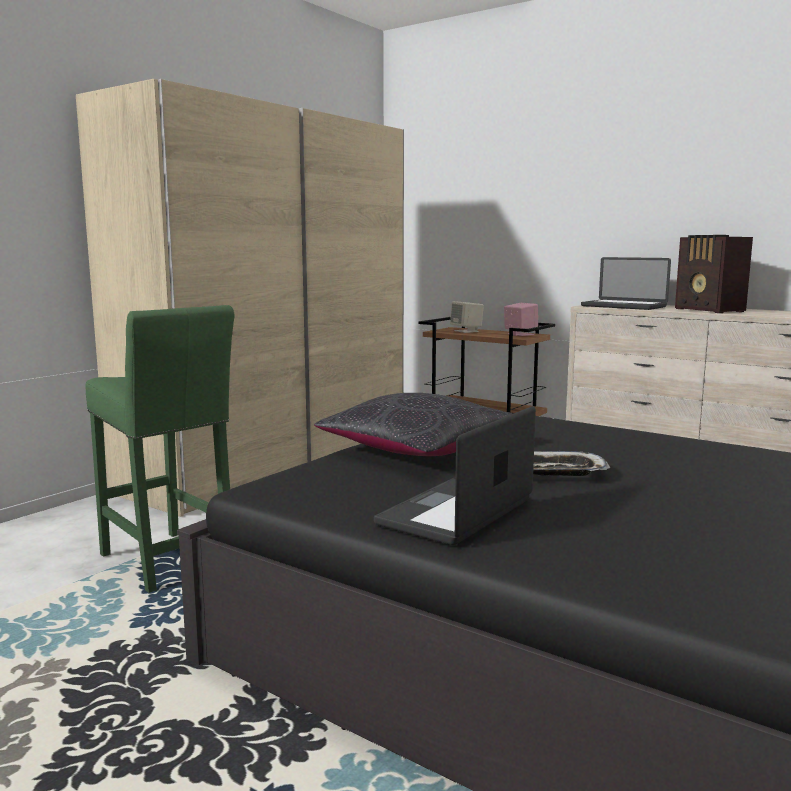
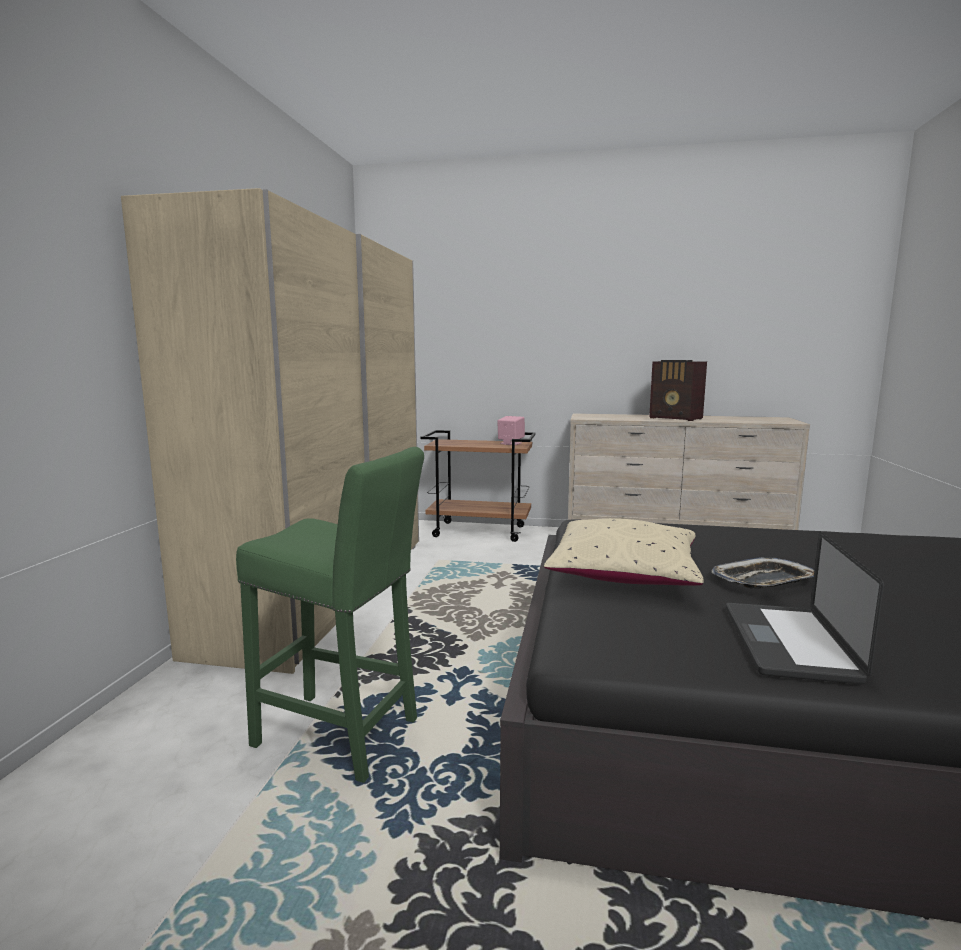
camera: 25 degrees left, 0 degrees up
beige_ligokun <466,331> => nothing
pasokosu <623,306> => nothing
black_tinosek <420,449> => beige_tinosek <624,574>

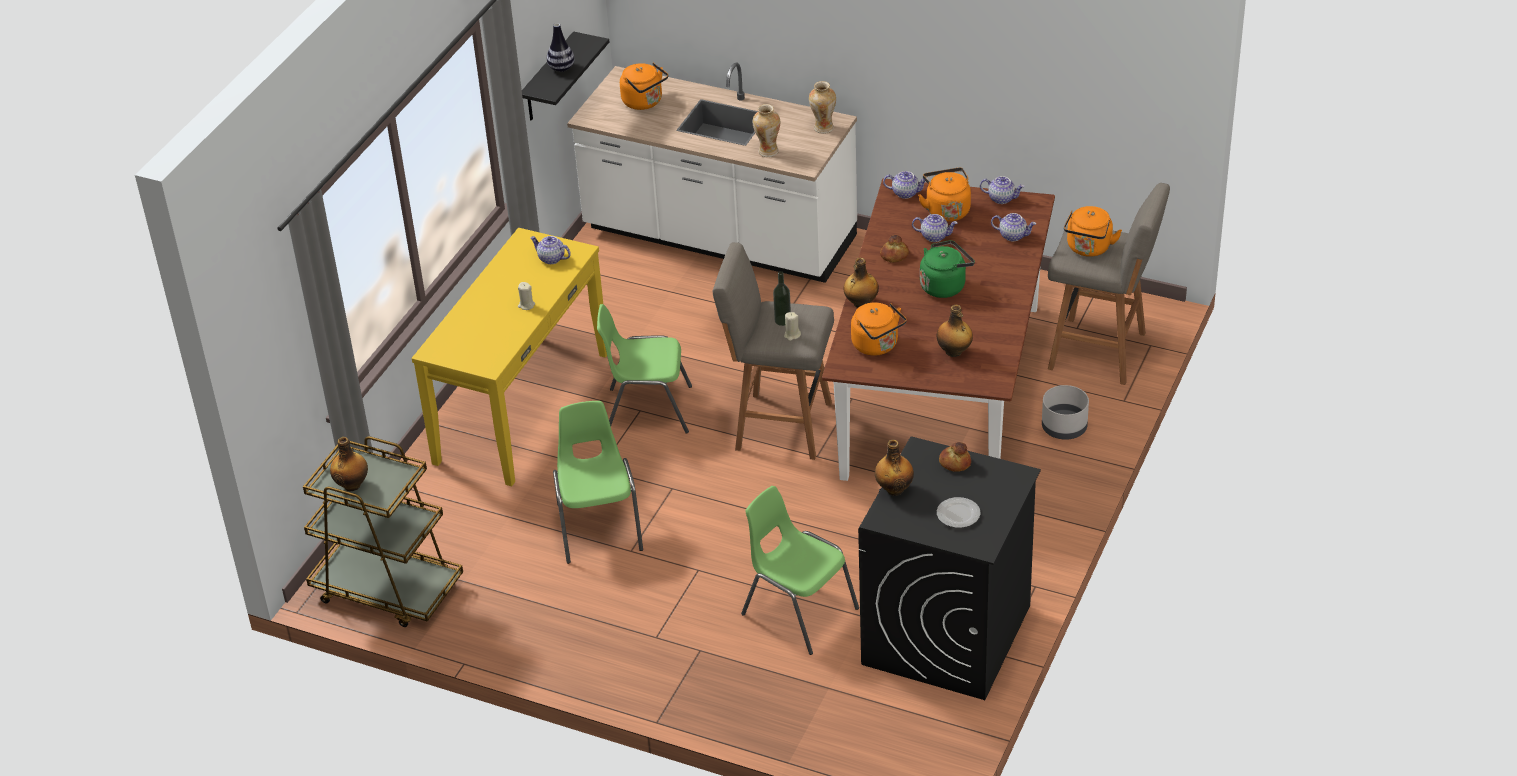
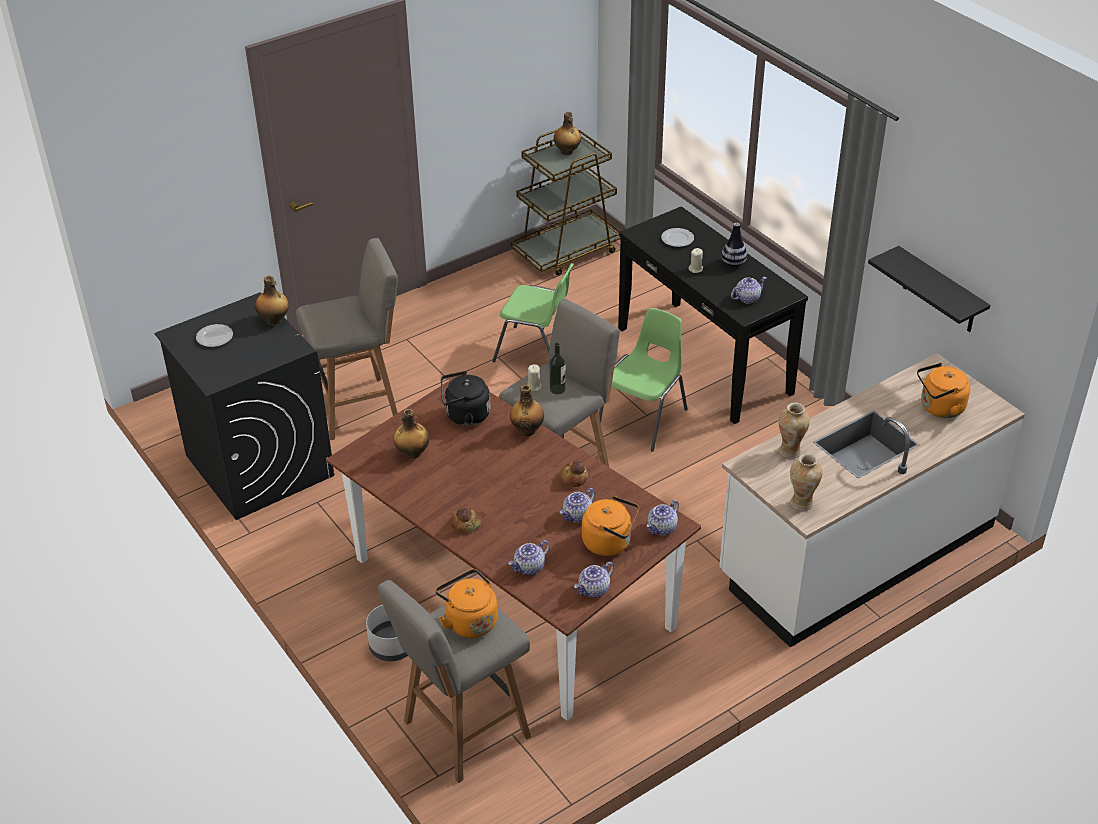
camera: 120 degrees right, 0 degrees up
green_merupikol <945,286> => nothing
nothing => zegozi <677,239>
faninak <561,68> => faninak <733,264>, moved
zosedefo <954,463> => zosedefo <466,523>, moved
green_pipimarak <798,611> => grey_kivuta <359,407>
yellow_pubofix <521,407> => black_pubofix <704,360>
orange_merupikol <877,346> => black_merupikol <465,415>

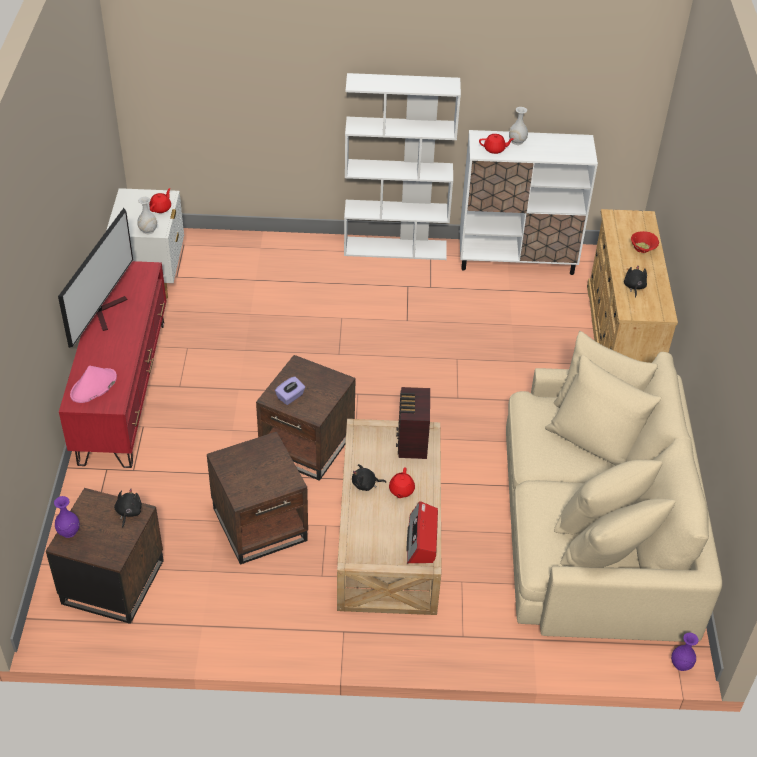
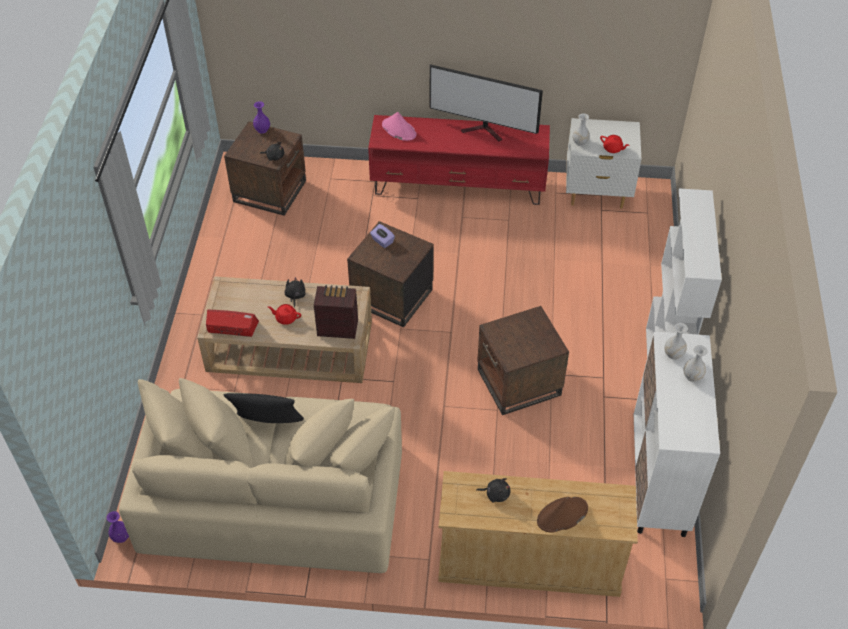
camera: 95 degrees right, 5 degrees up
nothing => black_tinosek <268,424>
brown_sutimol <260,524> => brown_sutimol <519,383>, moved
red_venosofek <495,149> => white_faninak <673,354>
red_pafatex <643,249> => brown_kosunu <562,515>

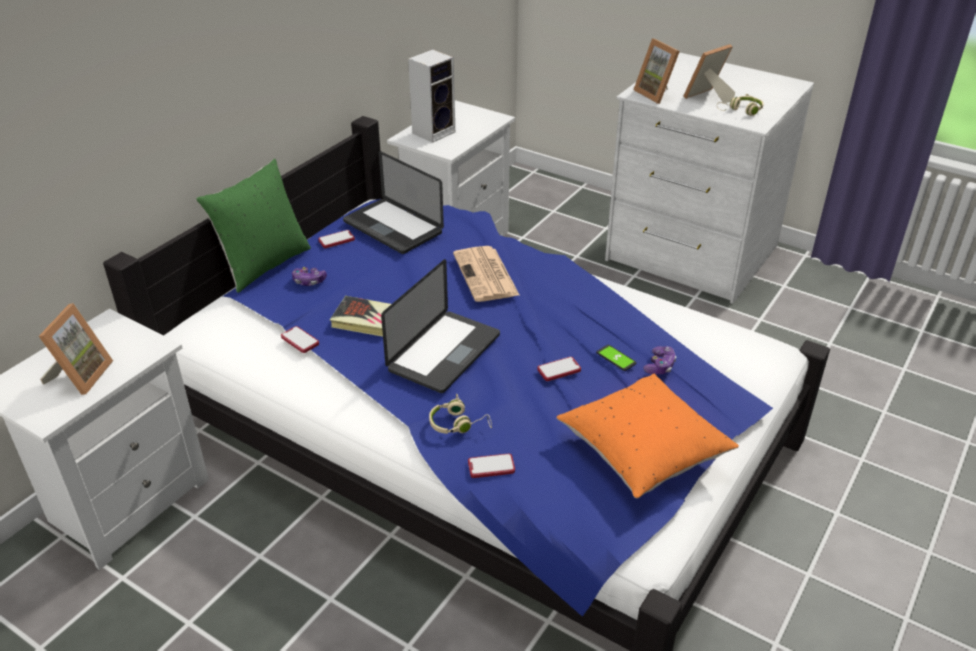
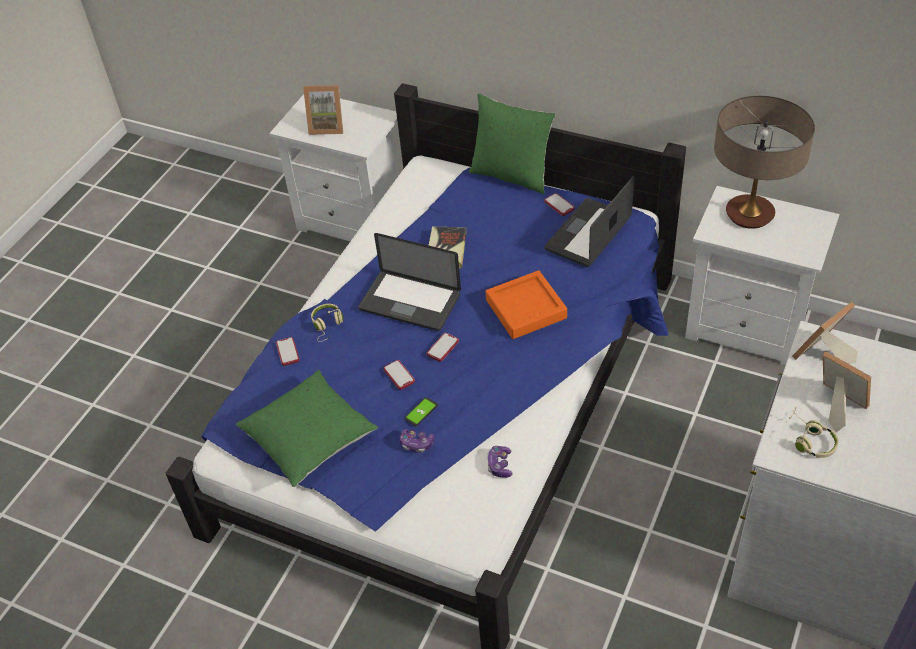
camera: 85 degrees right, 10 degrees up
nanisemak <300,340> => nanisemak <443,348>, moved
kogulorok <309,281> => kogulorok <500,465>, moved
ligokun <434,132> => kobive <749,214>
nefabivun <486,275> => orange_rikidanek <526,309>
orange_tinosek <643,452> => green_tinosek <310,439>

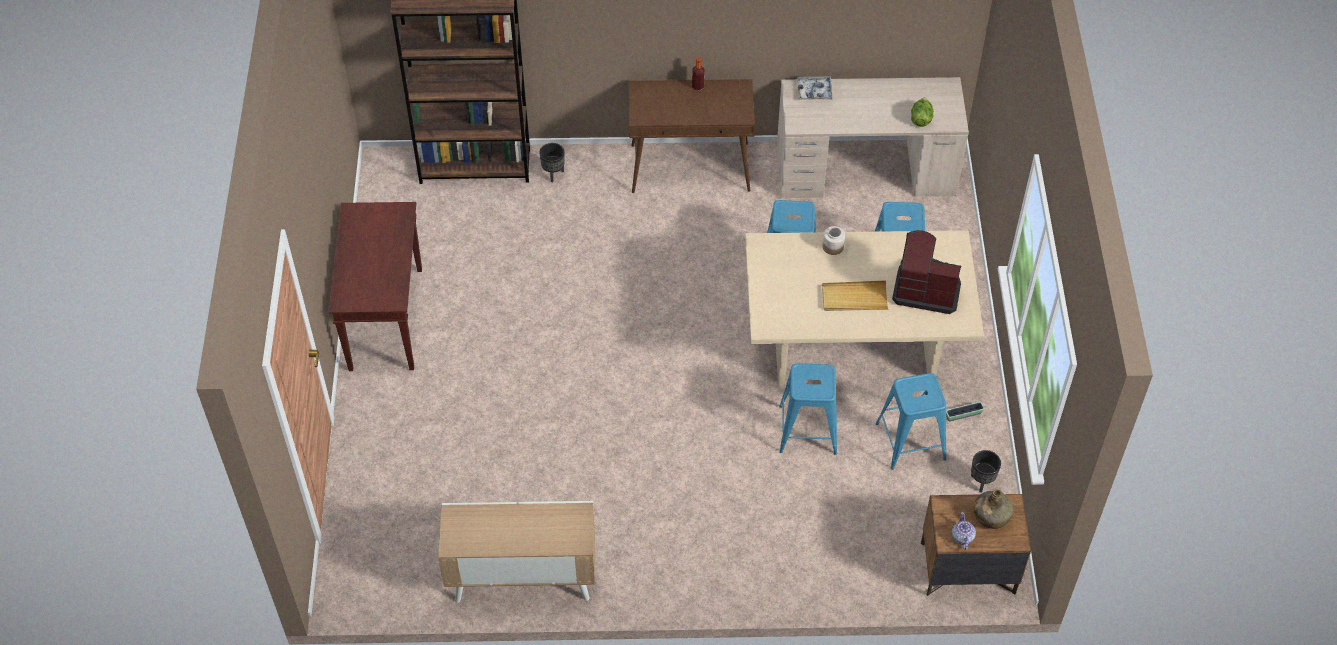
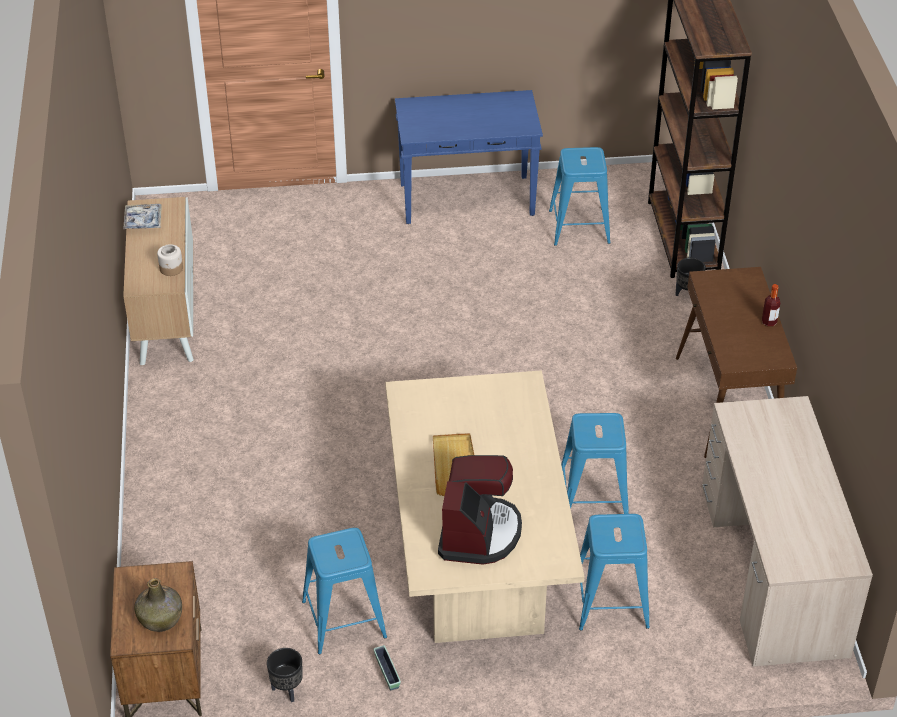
camera: 85 degrees right, 10 degrees down
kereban <921,119> => nothing
venosofek <962,537> => nothing
blue_kivuta <808,429> => blue_kivuta <579,227>, moved
rikidanek <814,91> => rikidanek <143,221>, moved
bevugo <833,246> => bevugo <171,268>, moved
brown_pubofix <385,318> => blue_pubofix <468,199>

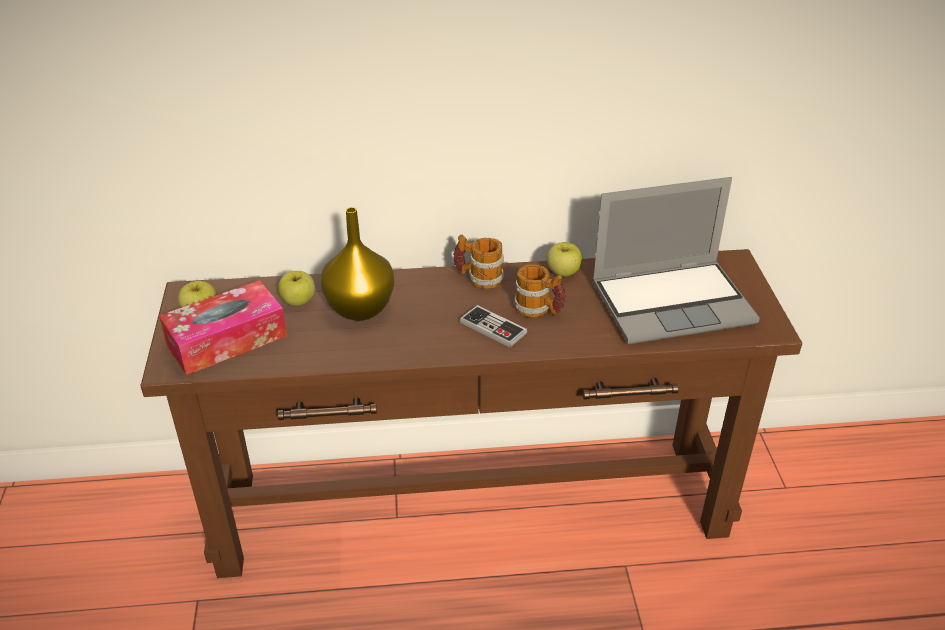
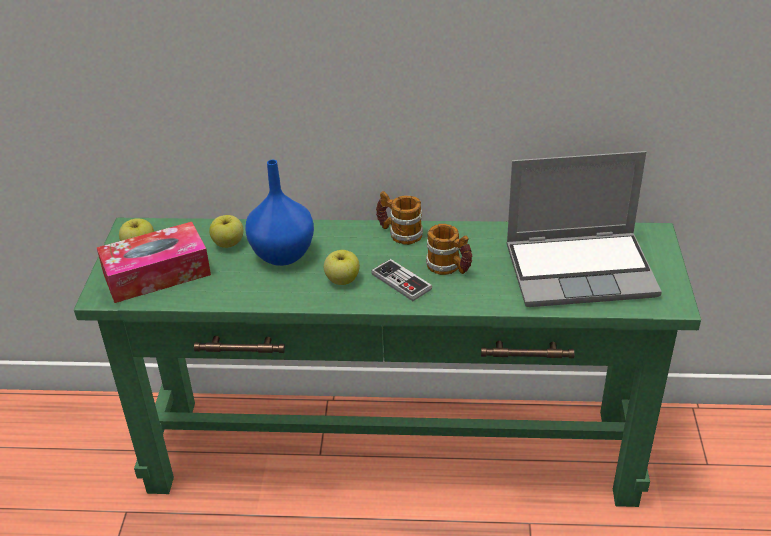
camera: 10 degrees right, 0 degrees up
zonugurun <563,272> => zonugurun <342,280>, moved
brown_pubofix <472,506> => green_pubofix <392,452>
yellow_faninak <361,308> => blue_faninak <284,254>

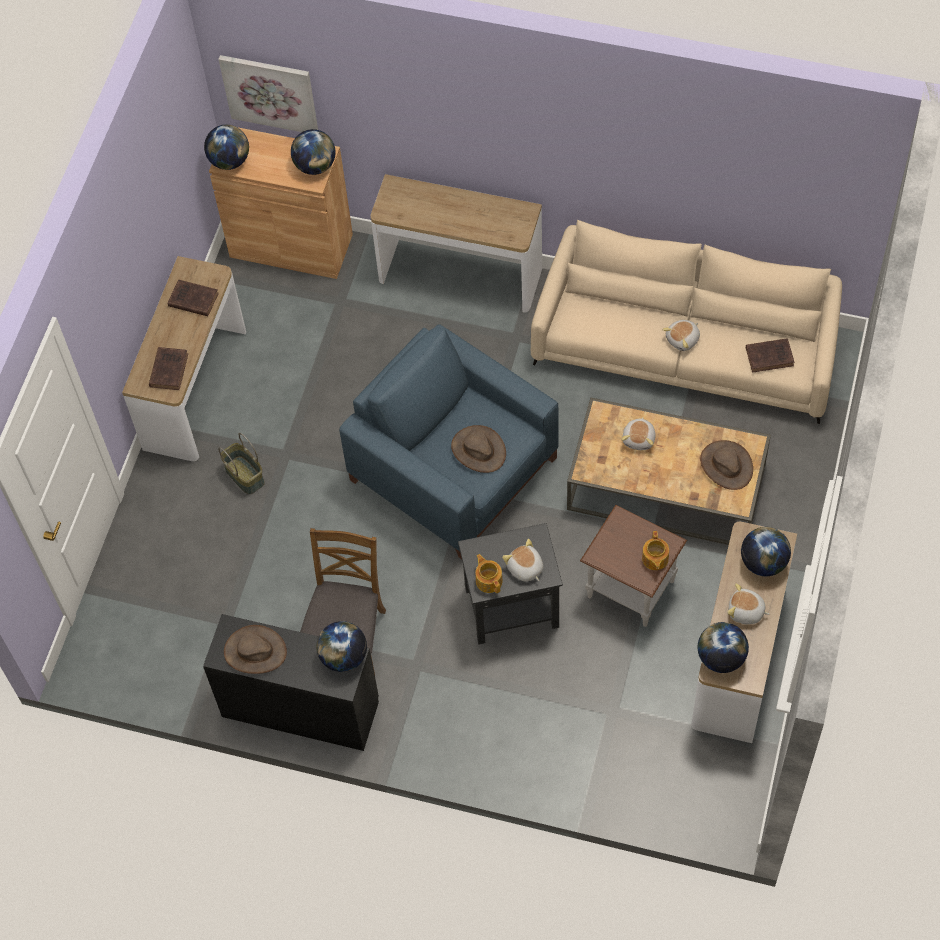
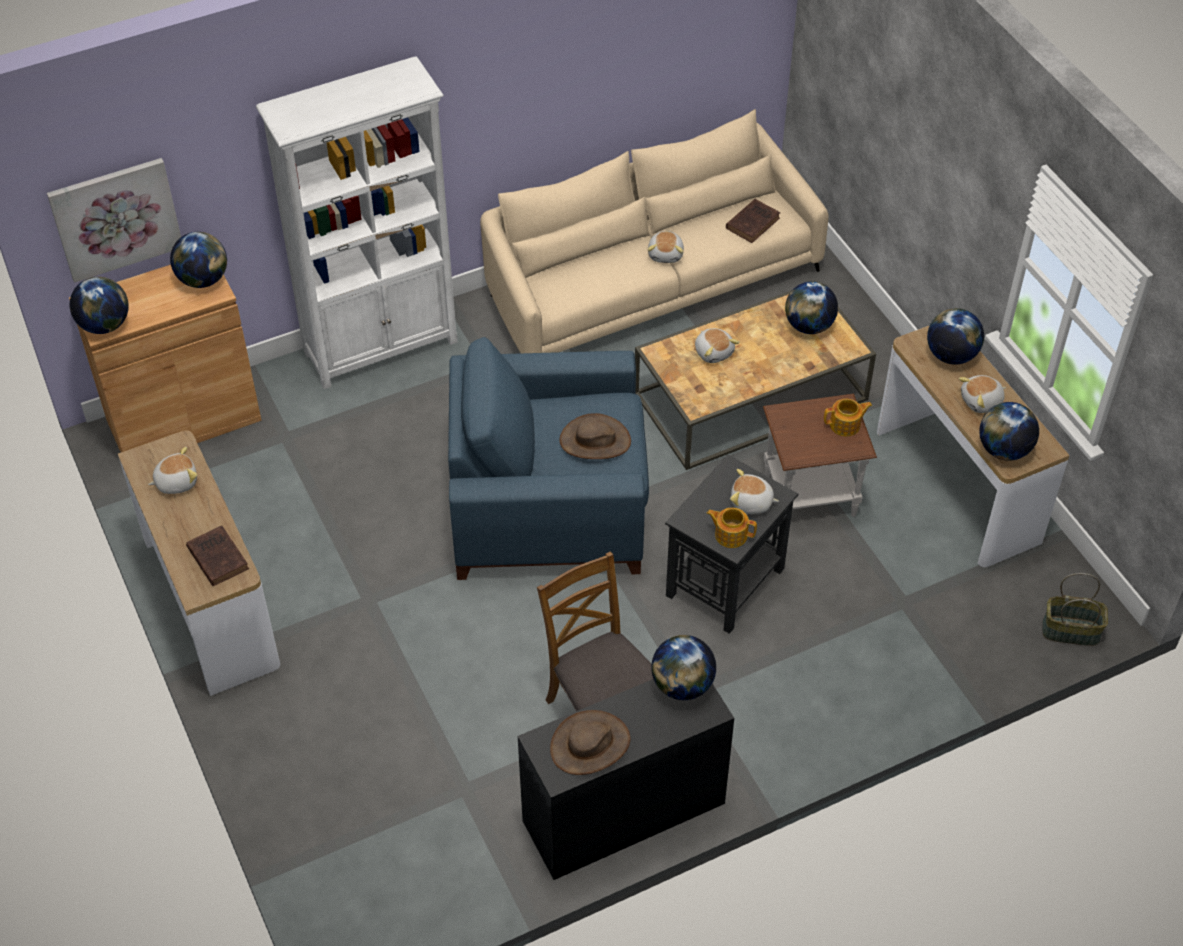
camera: 45 degrees left, 10 degrees down
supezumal <245,475> => supezumal <1071,630>, moved
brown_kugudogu <192,299> => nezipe <176,481>
pubofix <460,275> => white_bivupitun <382,347>
brown_kosunu <726,465> => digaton <809,326>
venosofek <654,559> => venosofek <846,425>, 60 degrees counterclockwise

